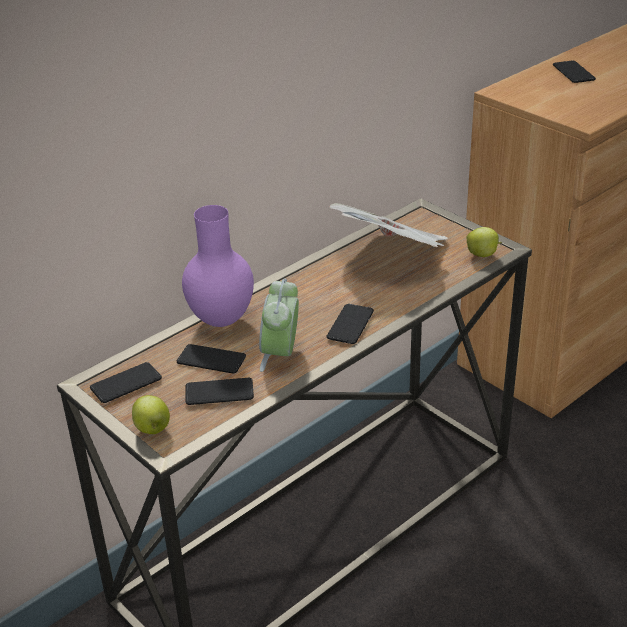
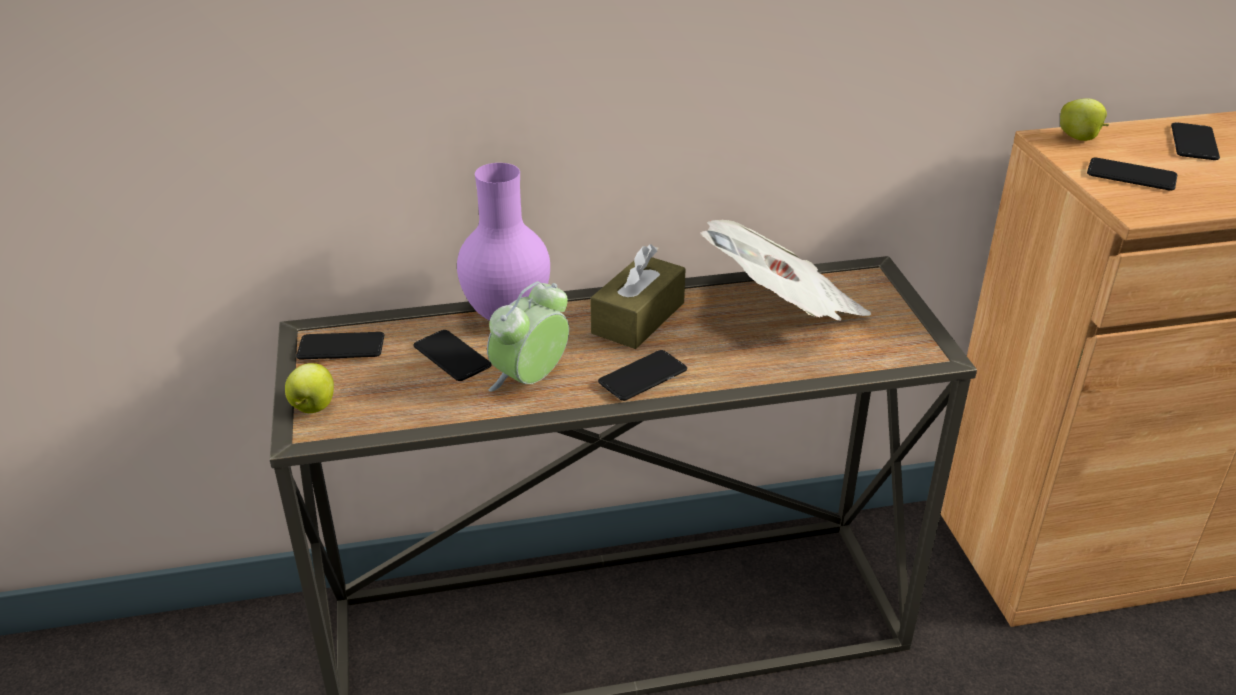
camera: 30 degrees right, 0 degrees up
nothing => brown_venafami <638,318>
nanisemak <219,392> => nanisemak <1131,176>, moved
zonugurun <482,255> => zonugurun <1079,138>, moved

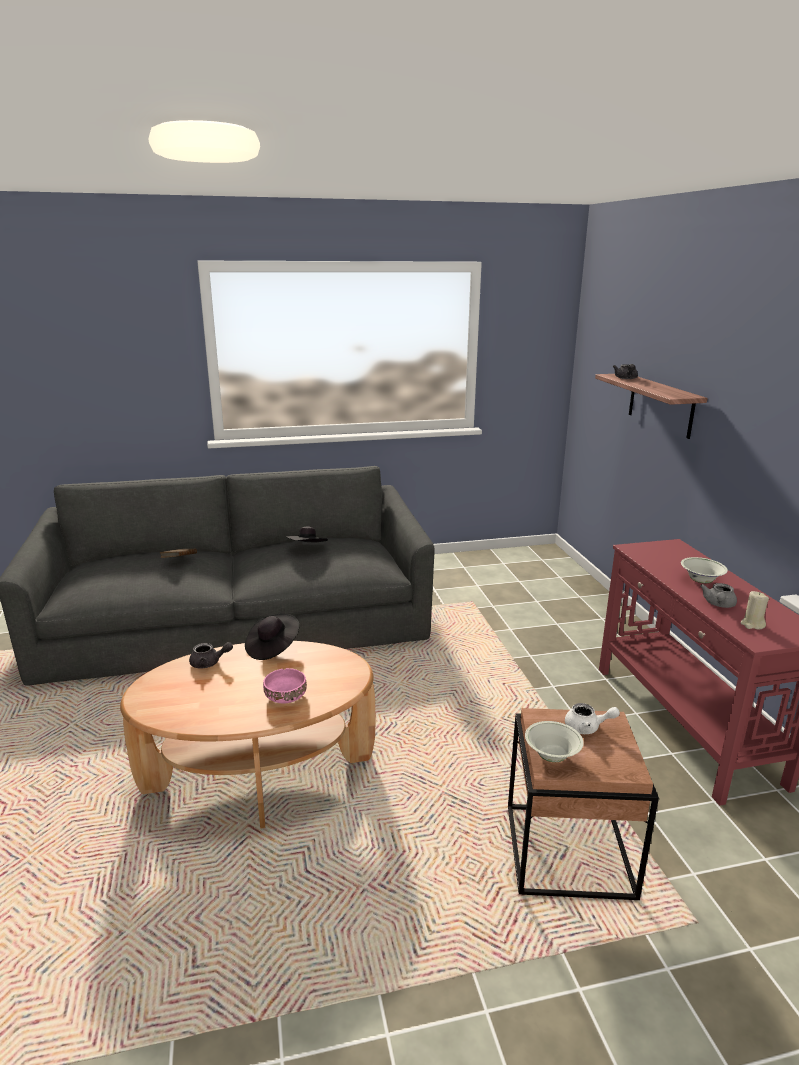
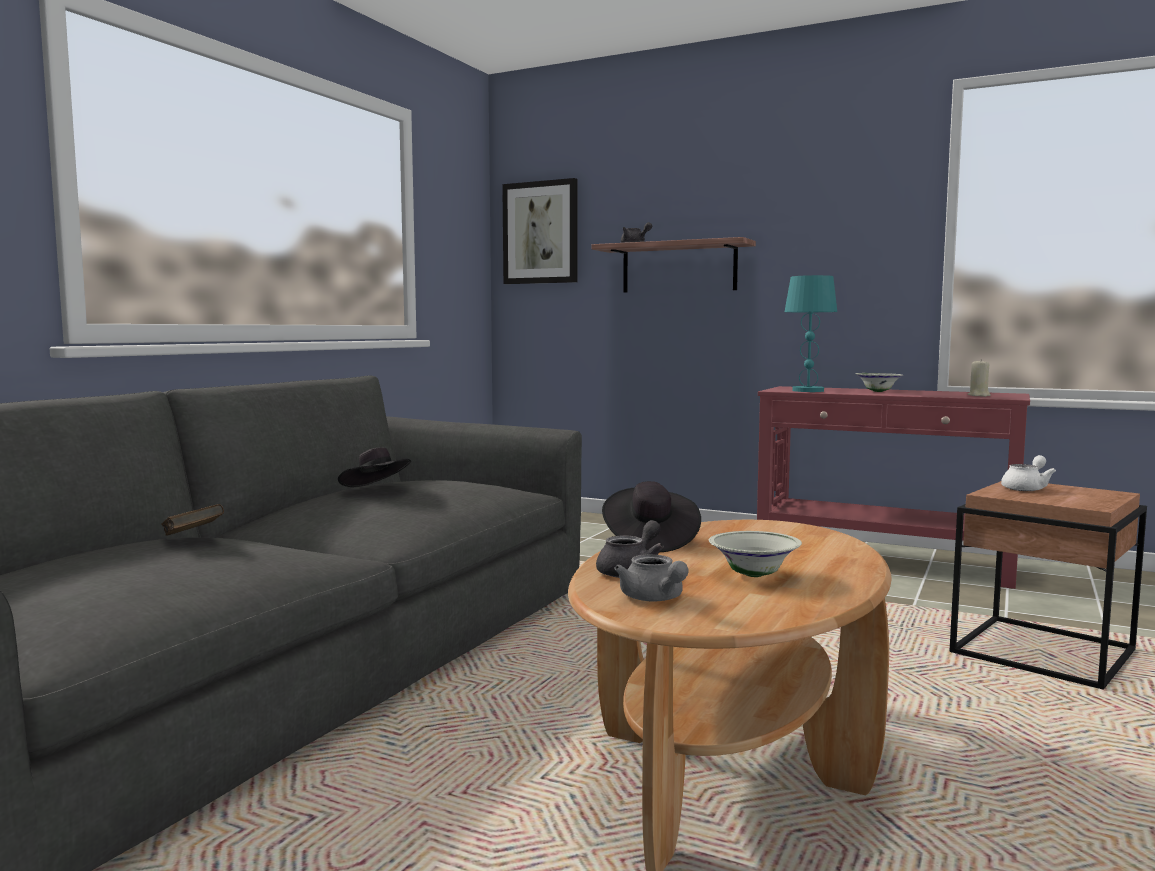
camera: 50 degrees left, 15 degrees down
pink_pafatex <285,697> => nothing
nothing => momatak <541,233>
nothing => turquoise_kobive <807,391>
white_pafatex <552,756> => white_pafatex <754,575>, moved
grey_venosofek <718,604> => grey_venosofek <654,599>, moved

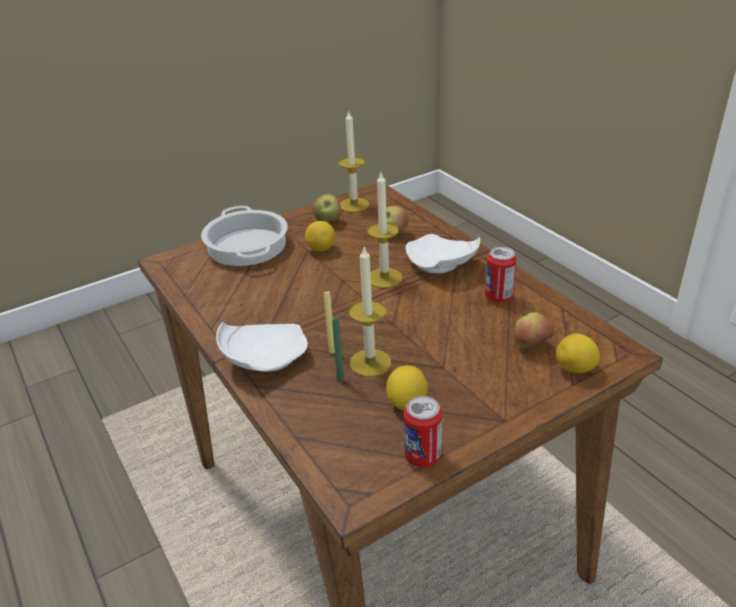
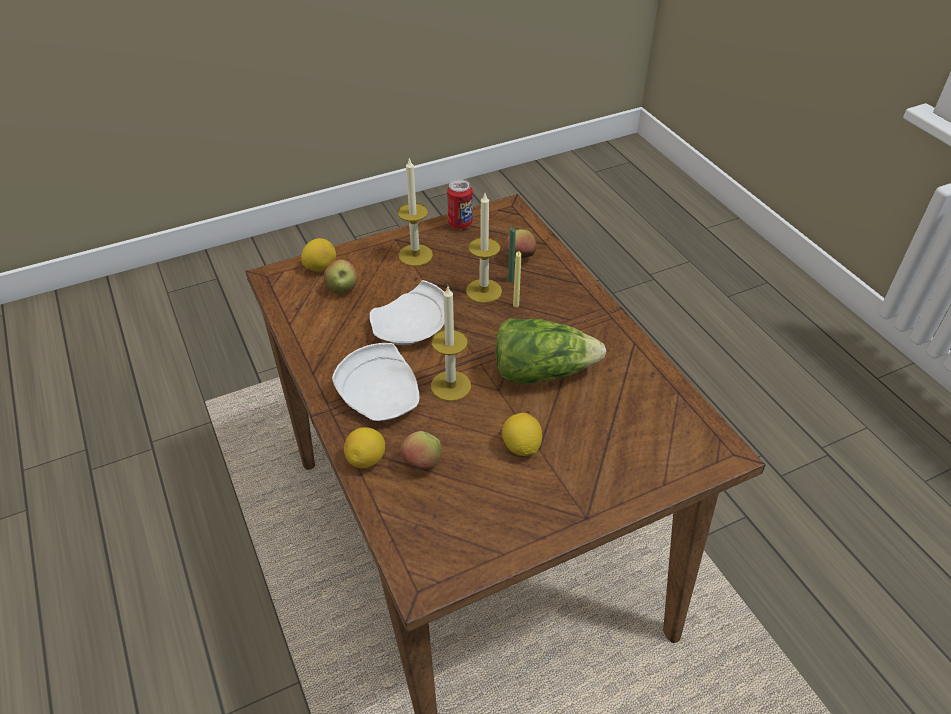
camera: 175 degrees left, 10 degrees up
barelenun <248,246> => nothing
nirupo <498,297> => nothing
nothing => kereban <541,371>
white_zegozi <263,358> => white_zegozi <412,329>, moved
zonugurun <328,222> => zonugurun <520,258>, moved
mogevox <354,205> => mogevox <415,255>, moved
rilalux <406,403> => rilalux <367,460>, moved

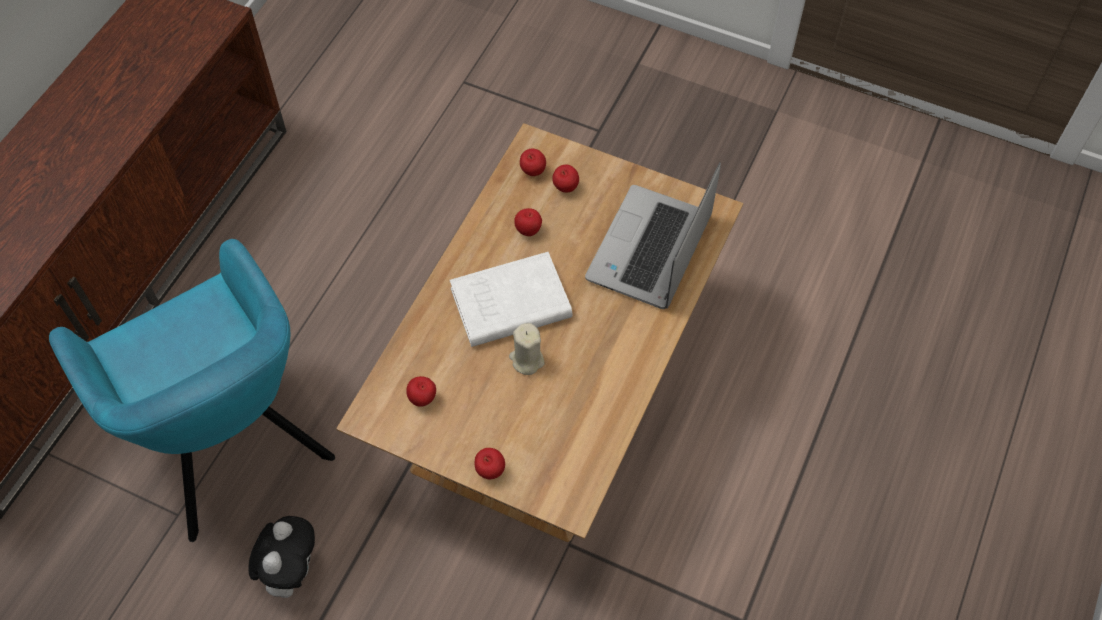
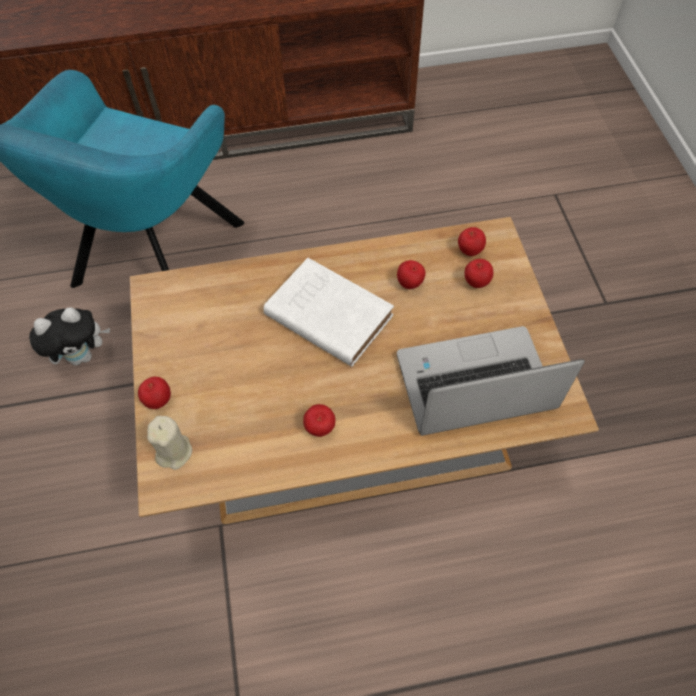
camera: 55 degrees right, 0 degrees up
zonugurun <423,399> => zonugurun <320,428>, moved
beige_mogevox <526,360> => beige_mogevox <174,451>, moved

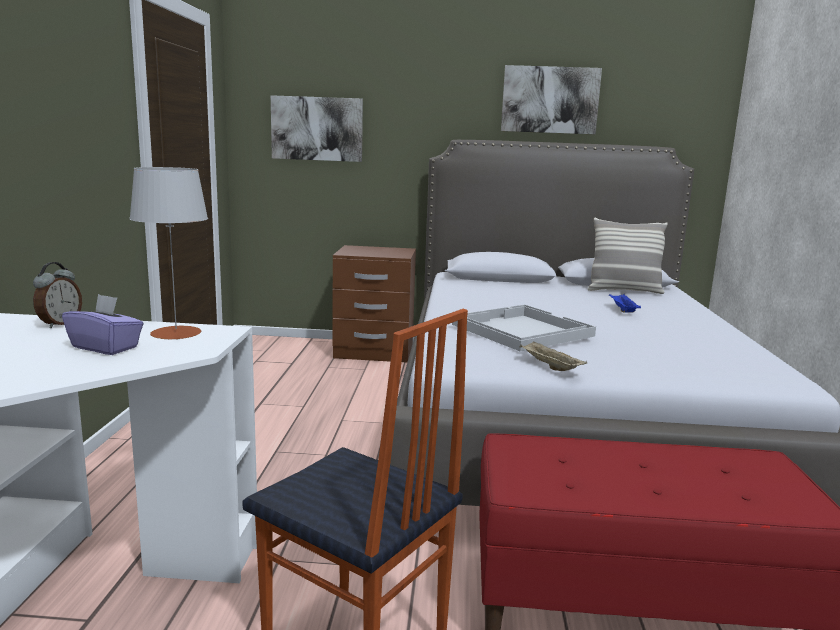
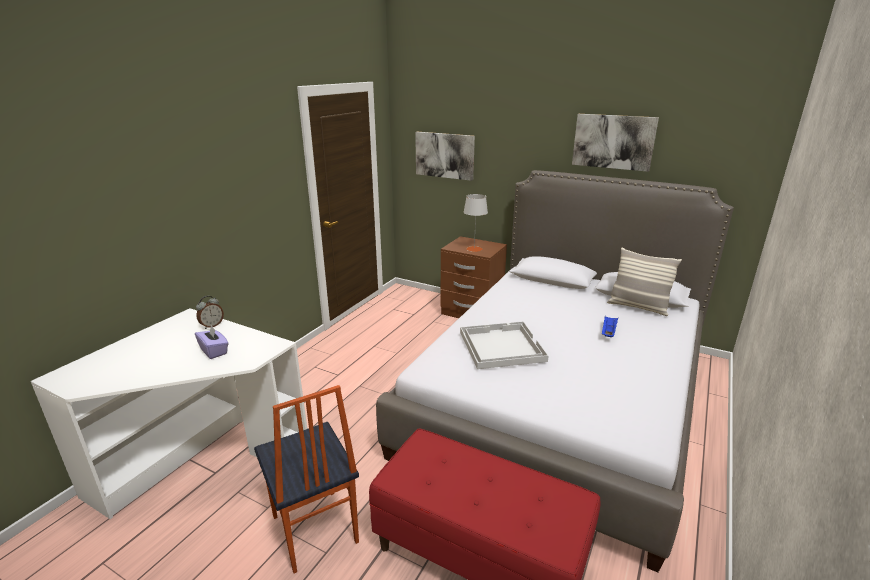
camera: 25 degrees right, 10 degrees up
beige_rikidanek <549,366> => nothing
grey_kobive <176,333> => grey_kobive <474,249>, moved

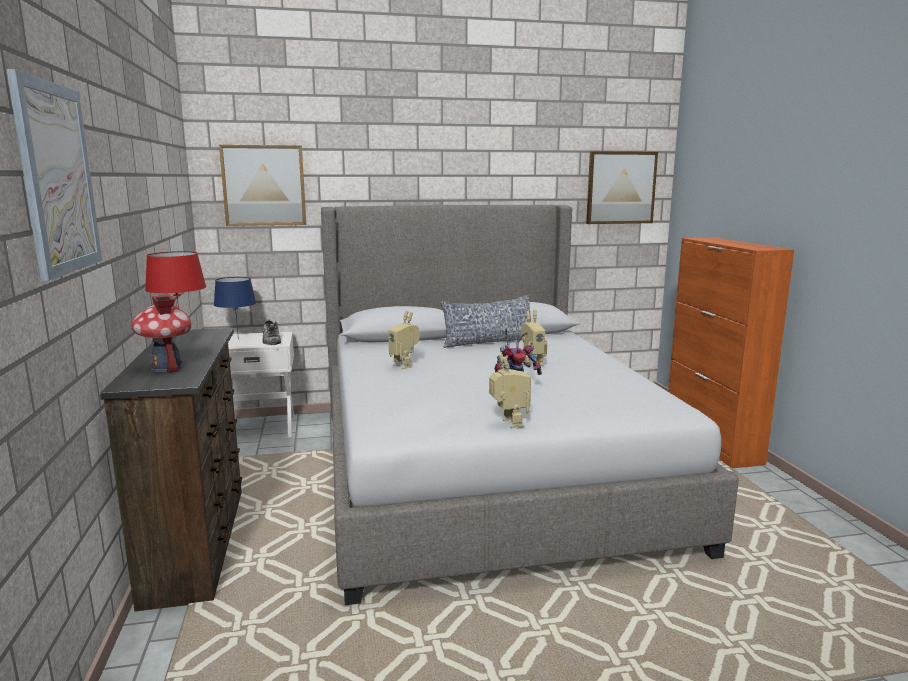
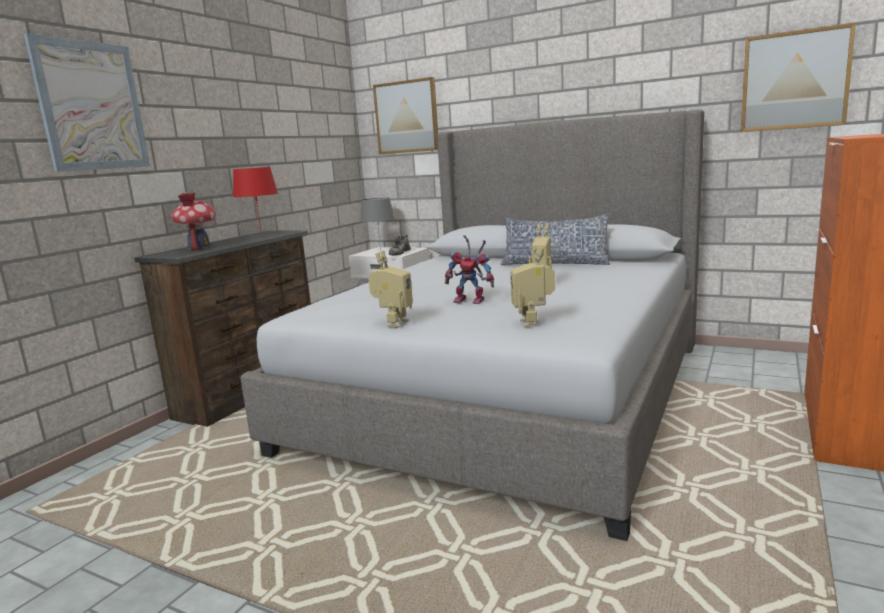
camera: 40 degrees right, 0 degrees up
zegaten <404,365> => zegaten <534,323>, moved
blue_kobive <238,339> => grey_kobive <380,250>

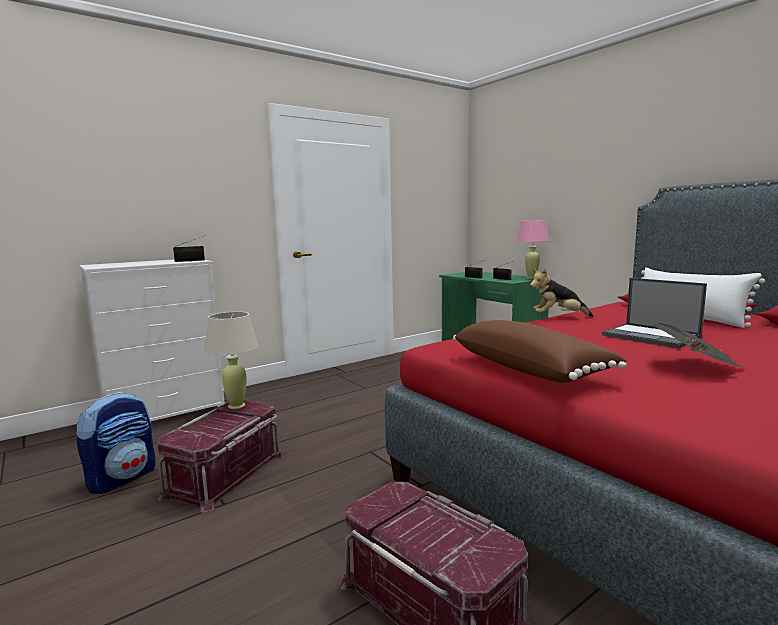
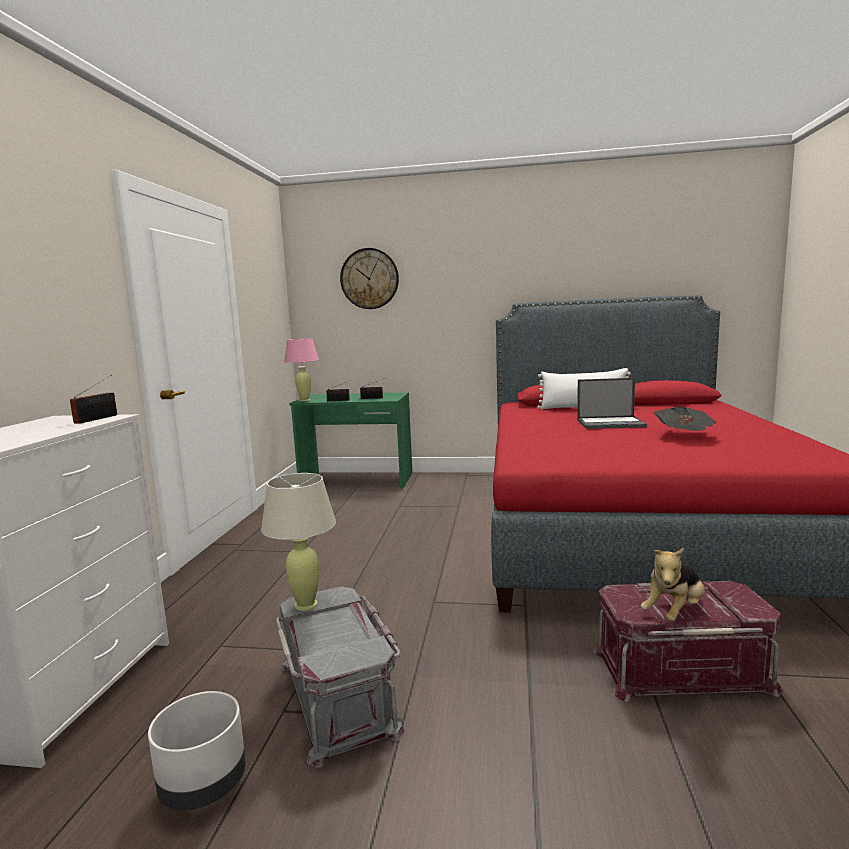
camera: 45 degrees left, 0 degrees up
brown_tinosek <530,369> => nothing
nothing => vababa <369,279>
pink_kobive <531,278> => pink_kobive <304,400>, moved
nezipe <558,317> => nezipe <674,612>, moved
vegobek <122,478> => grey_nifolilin <203,785>
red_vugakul <226,474> => grey_vugakul <340,696>

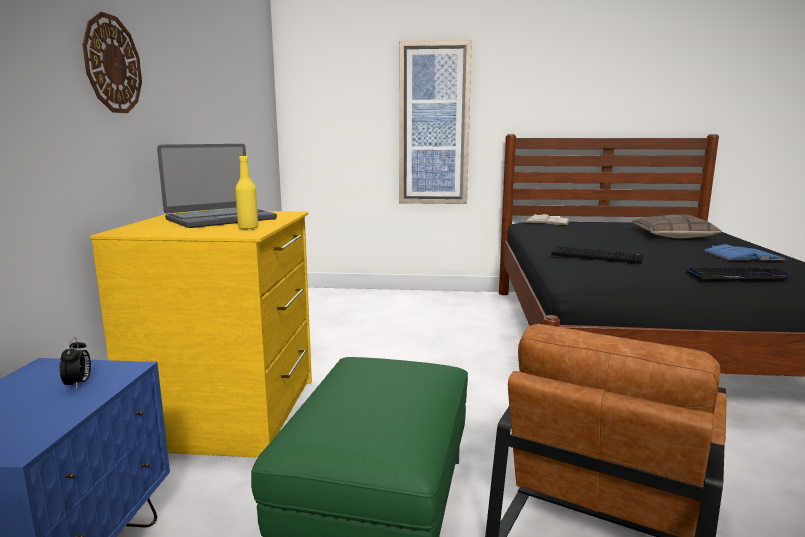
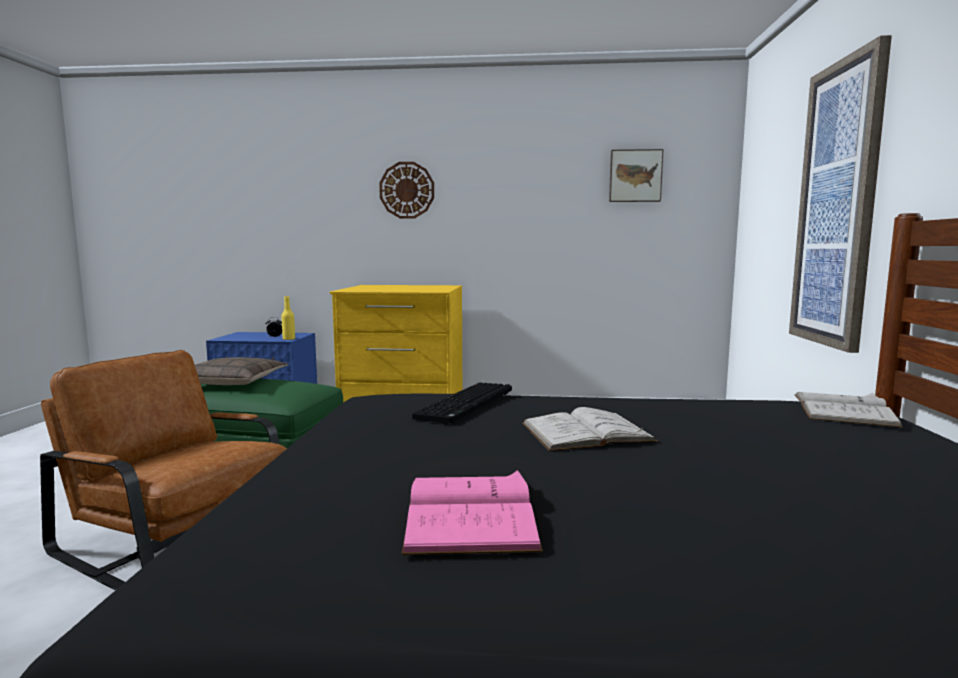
camera: 90 degrees right, 5 degrees down
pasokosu <220,219> => nothing
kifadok <738,276> => nothing
nothing => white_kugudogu <586,432>
nothing => momatak <635,176>
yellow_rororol <248,228> => yellow_rororol <288,339>, moved
tinosek <672,235> => tinosek <235,381>, moved
blue_kugudogu <743,255> => pink_kugudogu <470,512>

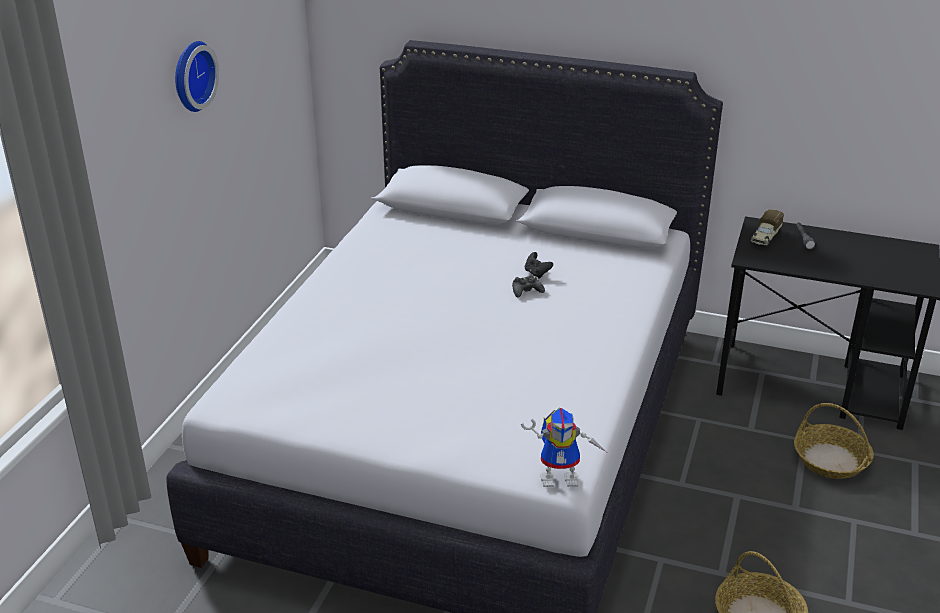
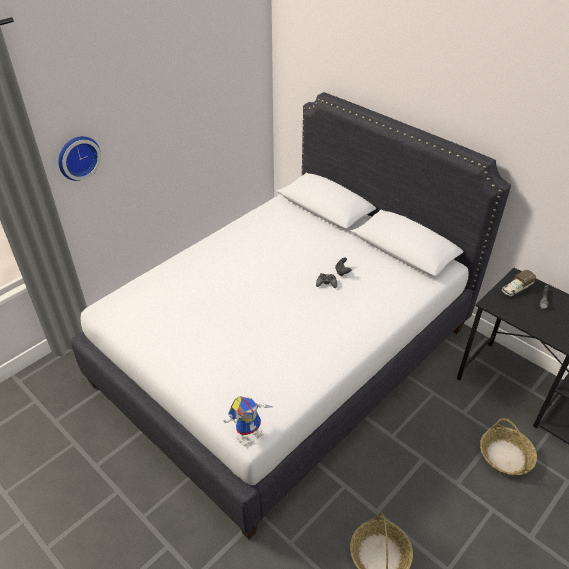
camera: 25 degrees right, 10 degrees up
vababa <191,75> => vababa <77,157>, moved
zegaten <562,477> => zegaten <249,432>, 60 degrees counterclockwise

